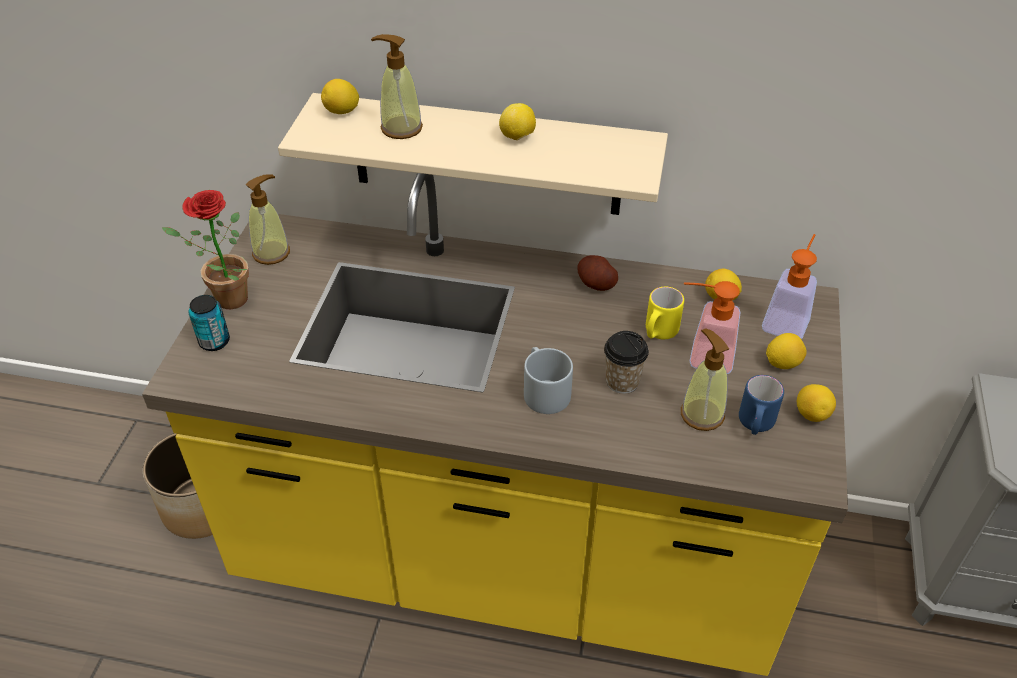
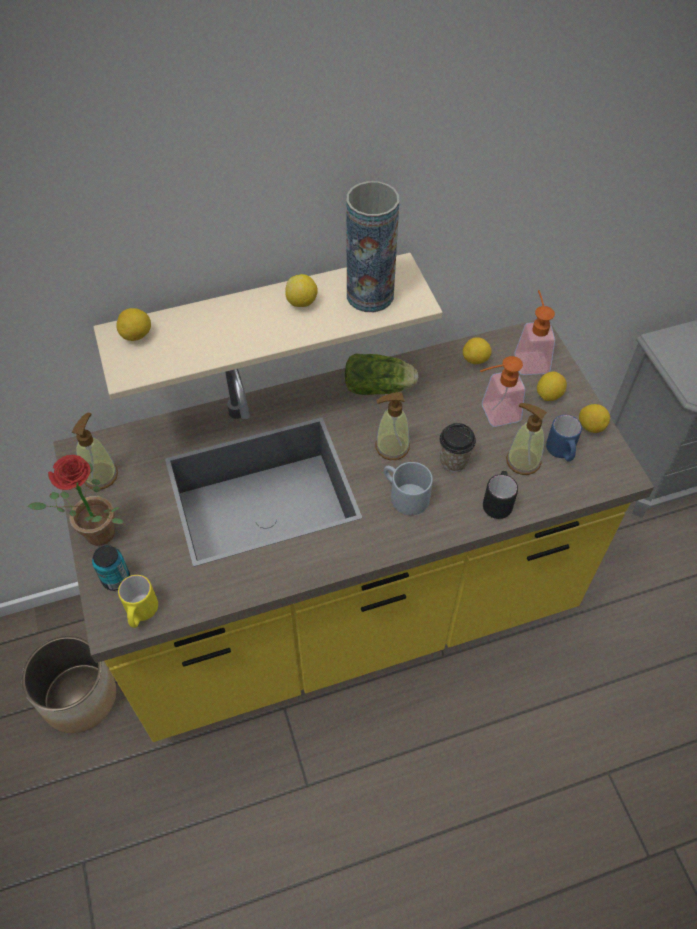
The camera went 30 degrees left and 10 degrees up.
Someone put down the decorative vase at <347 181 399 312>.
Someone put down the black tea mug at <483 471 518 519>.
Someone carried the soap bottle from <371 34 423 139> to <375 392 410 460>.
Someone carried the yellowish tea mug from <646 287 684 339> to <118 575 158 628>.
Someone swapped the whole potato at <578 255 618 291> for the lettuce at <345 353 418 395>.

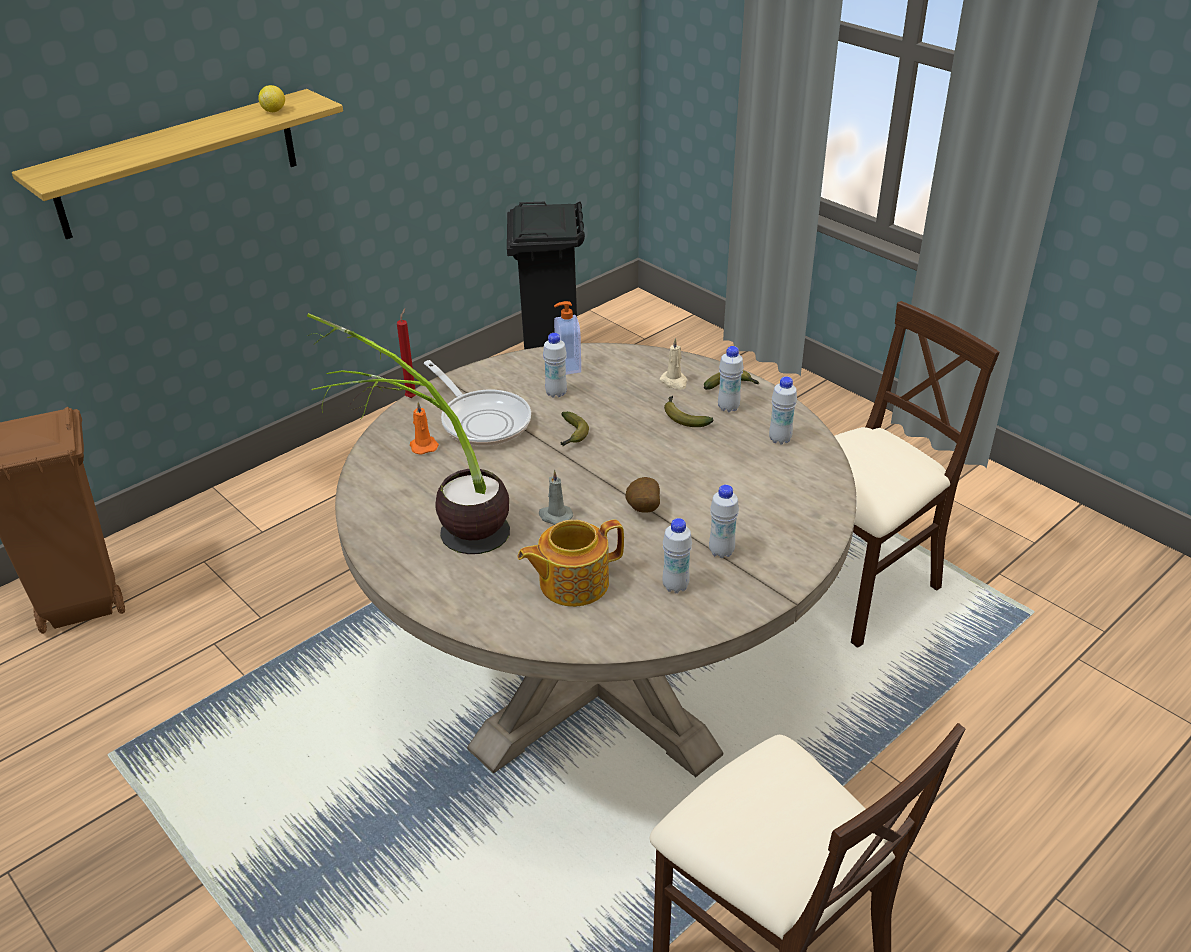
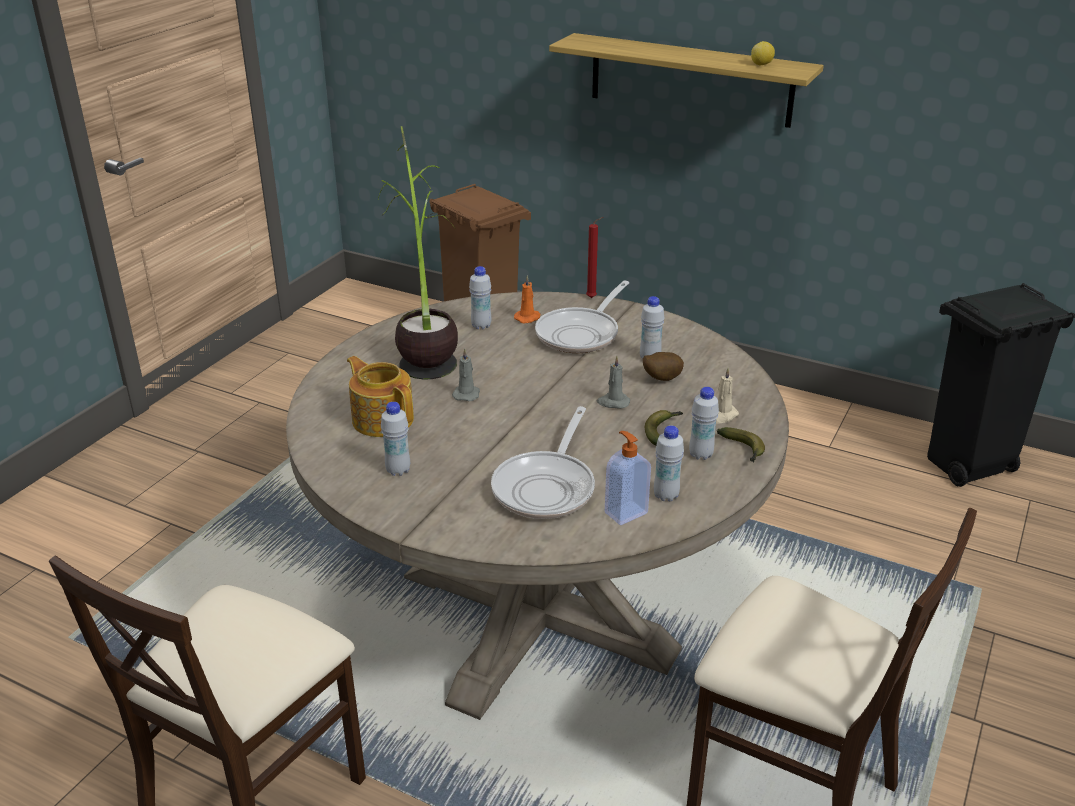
The camera went 70 degrees right and 5 degrees down.
Someone took away the banana at <561 412 589 446>.
Someone put down the pan at <491 406 595 519>.
Someone put down the greyish wax candle at <597 356 630 409>.
Someone carried the soap bottle from <554 301 581 375> to <605 431 651 525>.
Someone carried the whole potato from <625 477 660 513> to <643 352 684 381>.
Someone carried the whitish bottle from <709 485 739 558> to <469 266 491 330>.

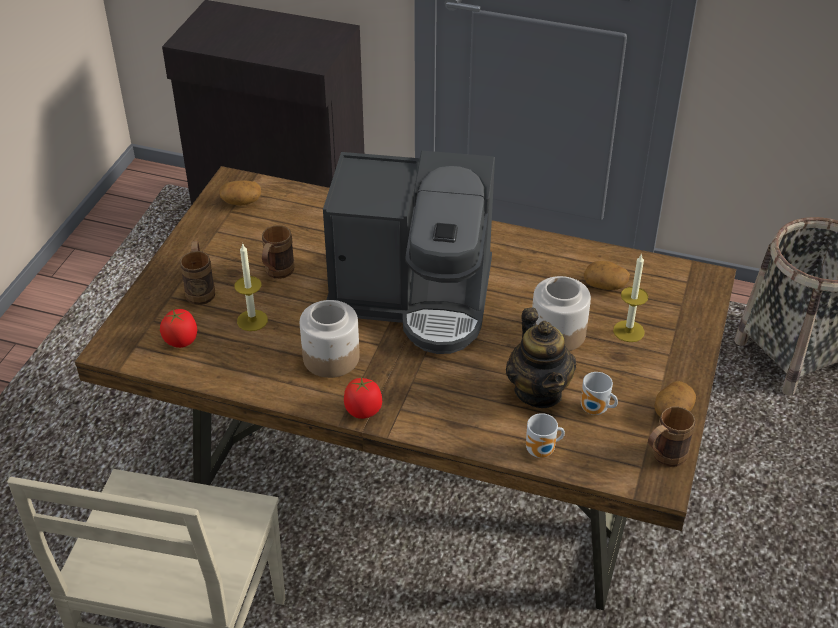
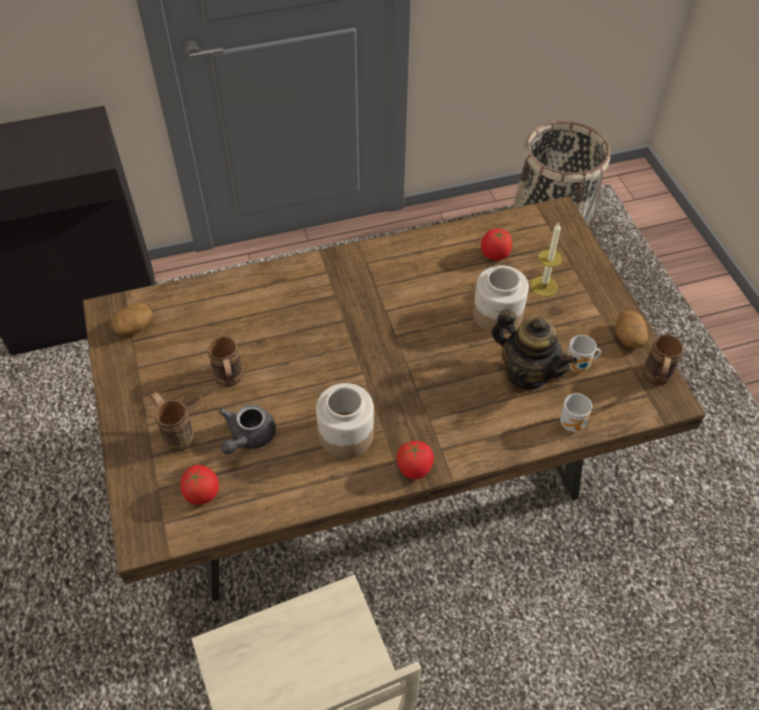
The camera went 35 degrees left and 10 degrees up.
Someone took away the coffee machine at <323 151 495 354>.
Someone swapped the wax candle at <235 243 268 331> for the greyish tea pot at <219 405 276 455>.
Someone swapped the whole potato at <584 261 630 290> for the fresh tomato at <481 229 512 260>.

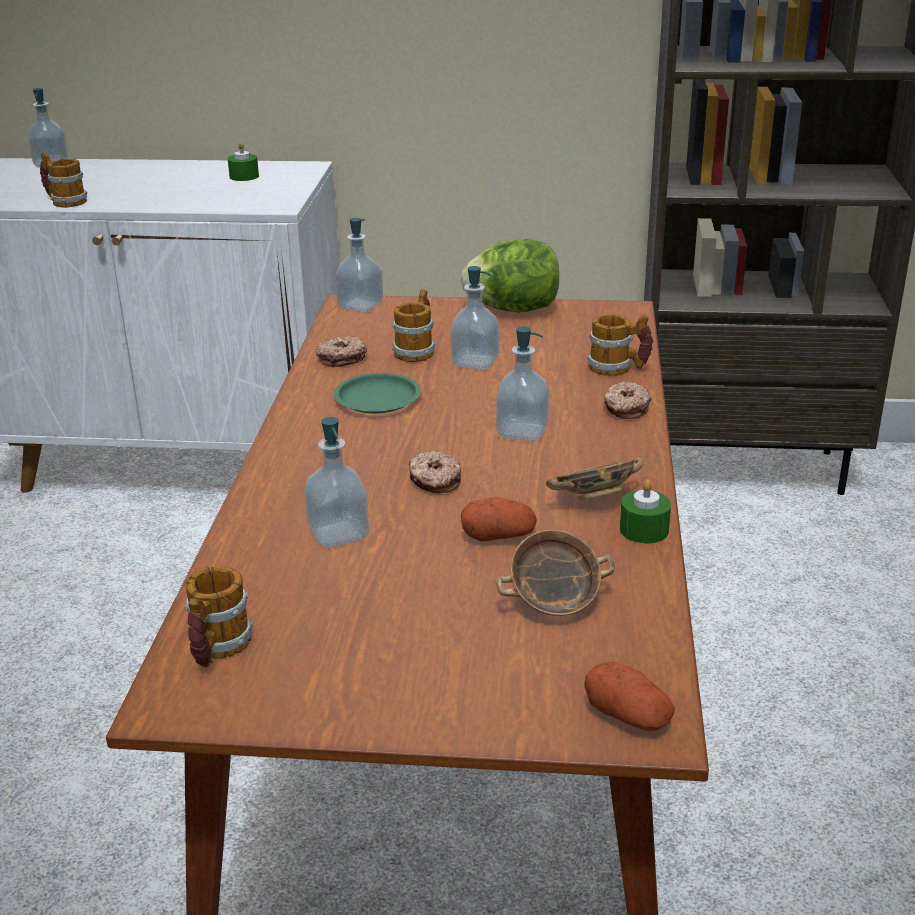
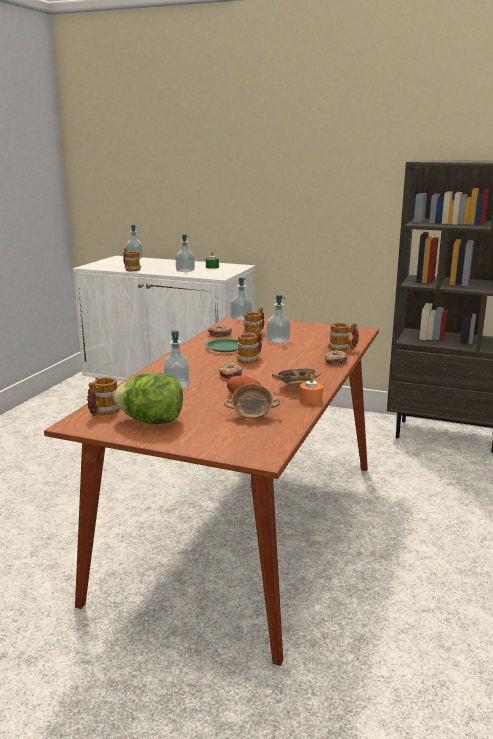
The camera went 15 degrees right and 10 degrees down.
Someone took away the whole potato at <584 662 675 731>.
Someone put down the tea mug at <237 328 262 364>.
Someone carried the lettuce from <461 239 559 313> to <113 373 183 424>.
Someone carried the soap bottle from <496 326 549 441> to <176 234 195 272>.
Someone repainted the greenish wax candle at <620 479 671 544>, which became the orangey wax candle at <300 374 323 404>.

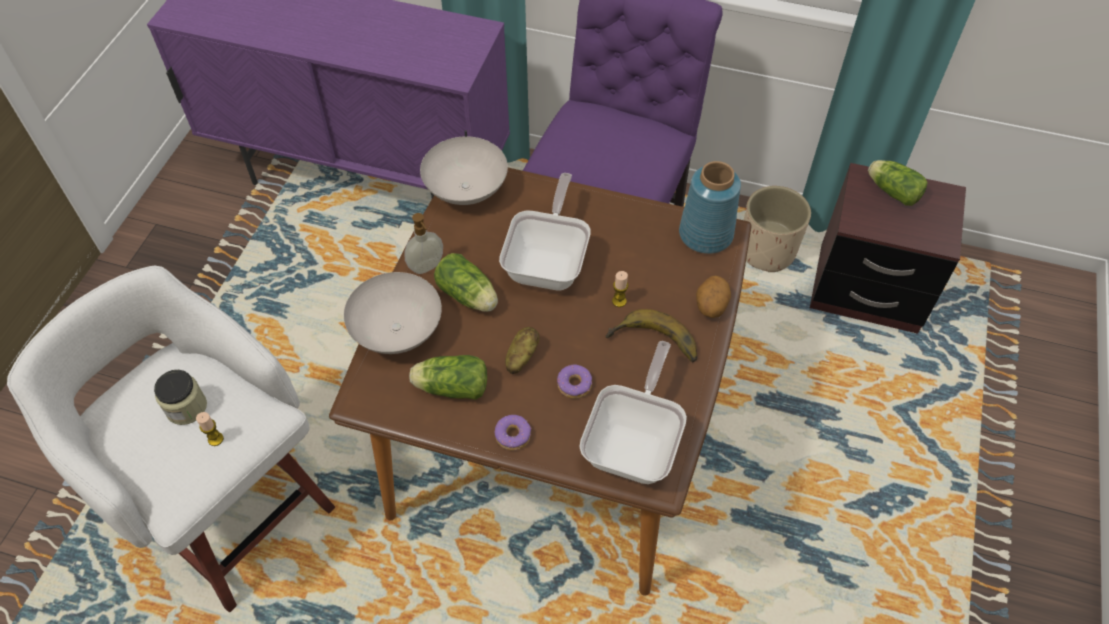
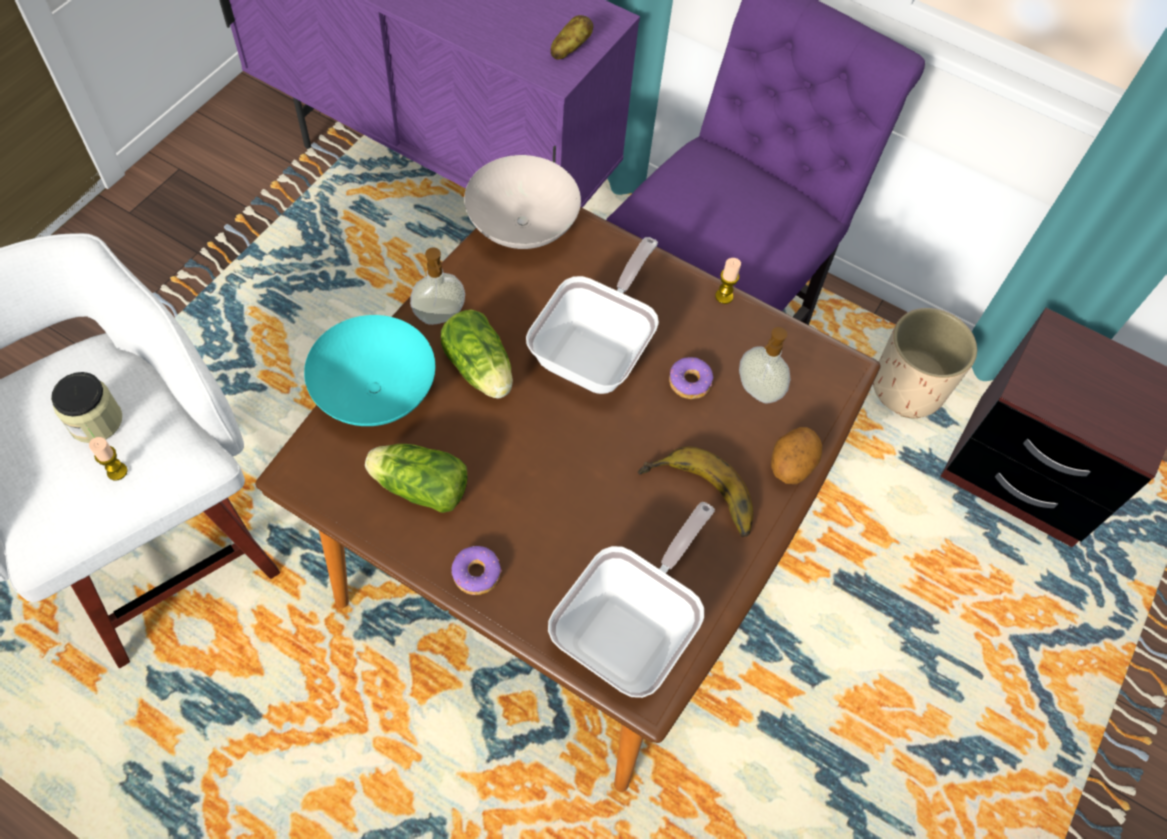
The camera went 10 degrees right and 5 degrees up.
Someone took away the blue decorative vase at <679 161 741 254>.
Someone took away the lettuce at <868 160 928 206>.
Someone put down the soap bottle at <739 327 791 404>.
Someone carried the whole potato from <505 327 540 374> to <551 15 594 59>.
Someone carried the ring doughnut from <557 364 592 399> to <669 357 713 399>.
Someone carried the wax candle from <612 271 628 307> to <715 258 741 304>.
Someone repainted the whitish deep dish at <344 272 442 354>, which became the turquoise deep dish at <304 315 435 426>.

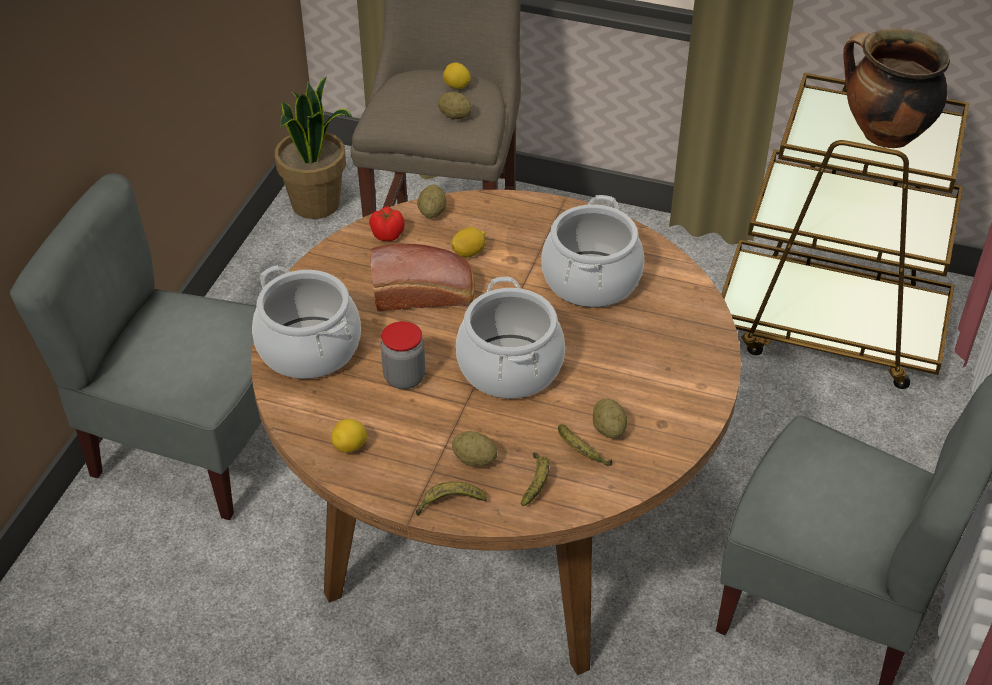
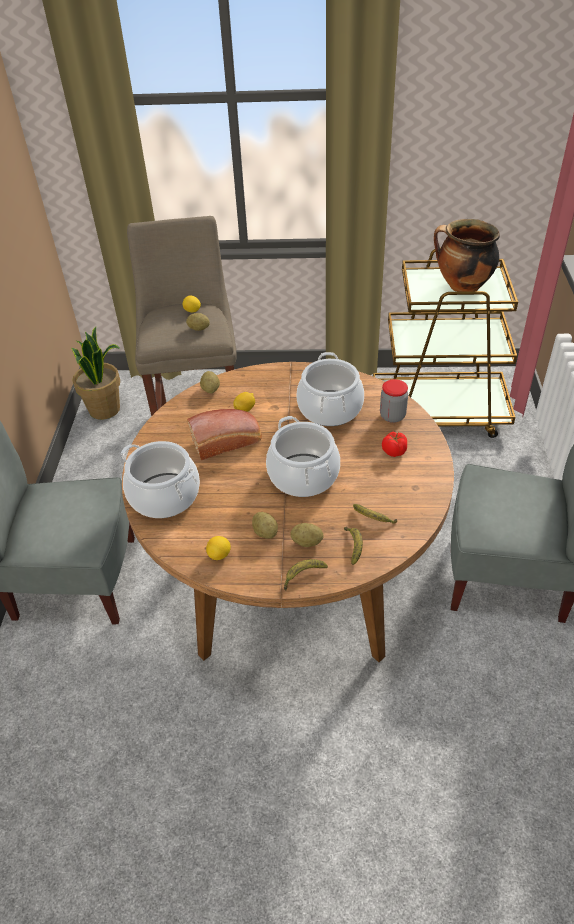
The camera went 15 degrees left and 0 degrees up.
Someone carried the fresh tomato from <369 206 405 241> to <382 431 407 457>.
Someone carried the storage jar from <381 321 425 389> to <380 379 408 423>.
Someone carried the whole potato from <593 398 628 439> to <252 512 278 539>.

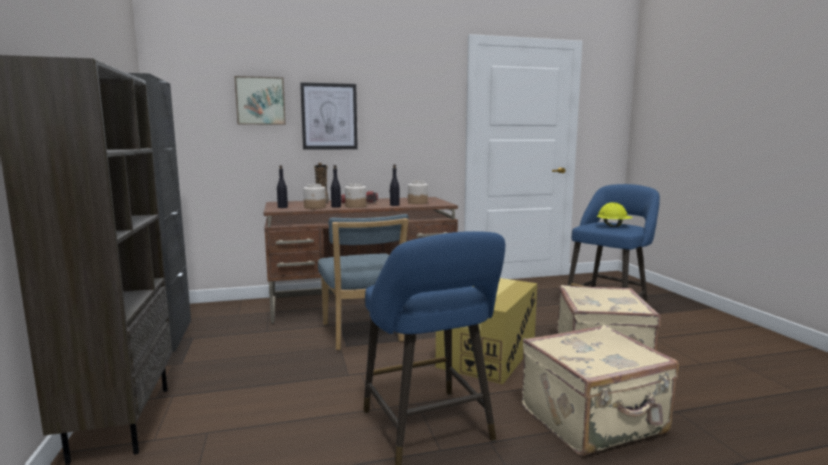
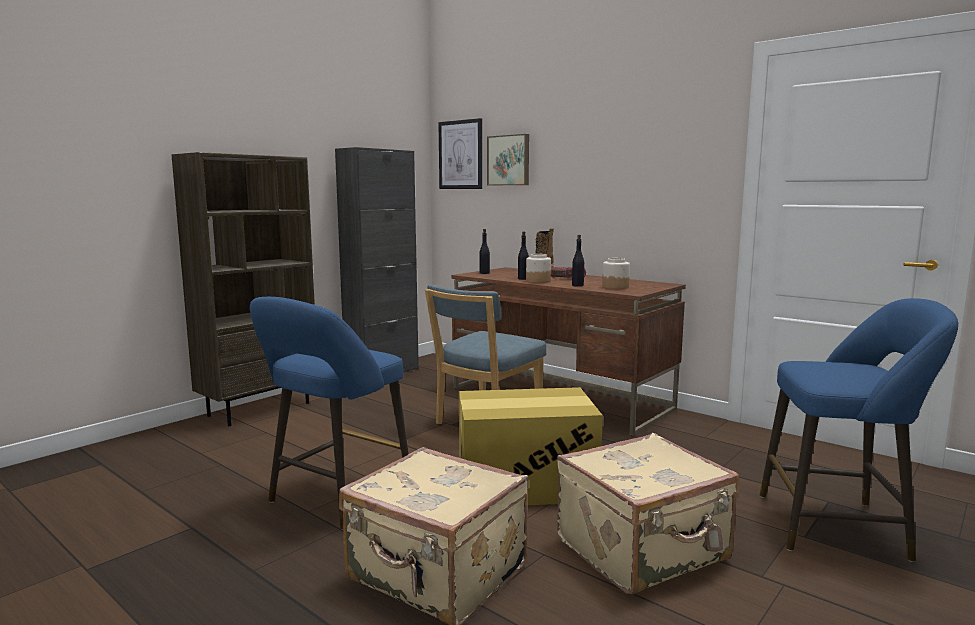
The camera went 55 degrees right and 0 degrees up.
Someone took away the storage jar at <303 184 326 209>.
Someone took away the yellowish work helmet at <597 202 633 227>.
Someone carried the wall picture from <300 82 358 150> to <439 118 482 189>.

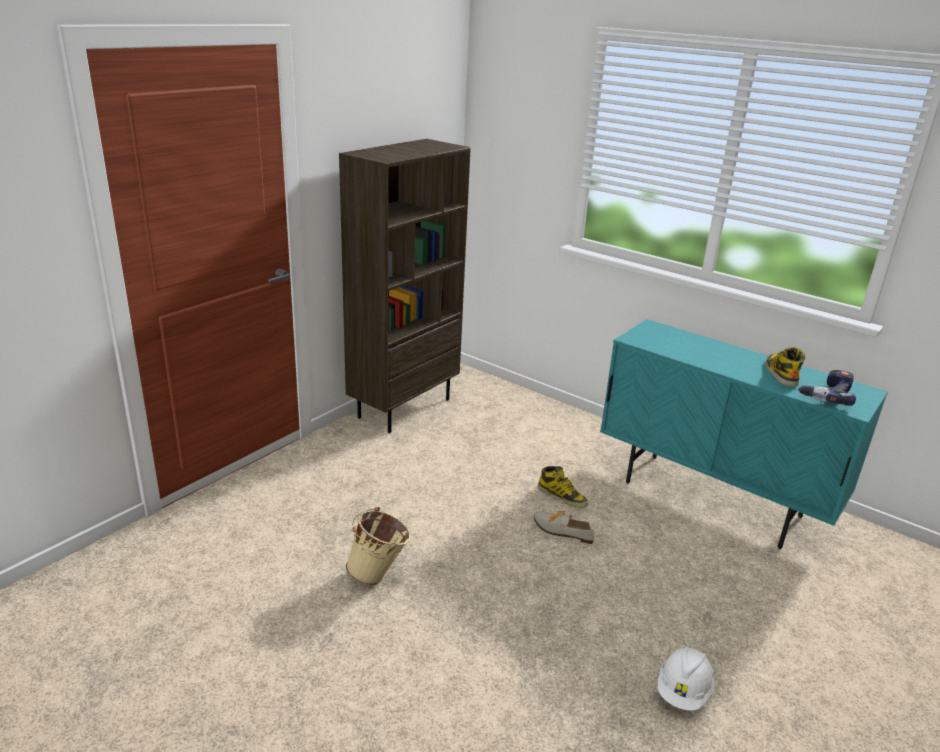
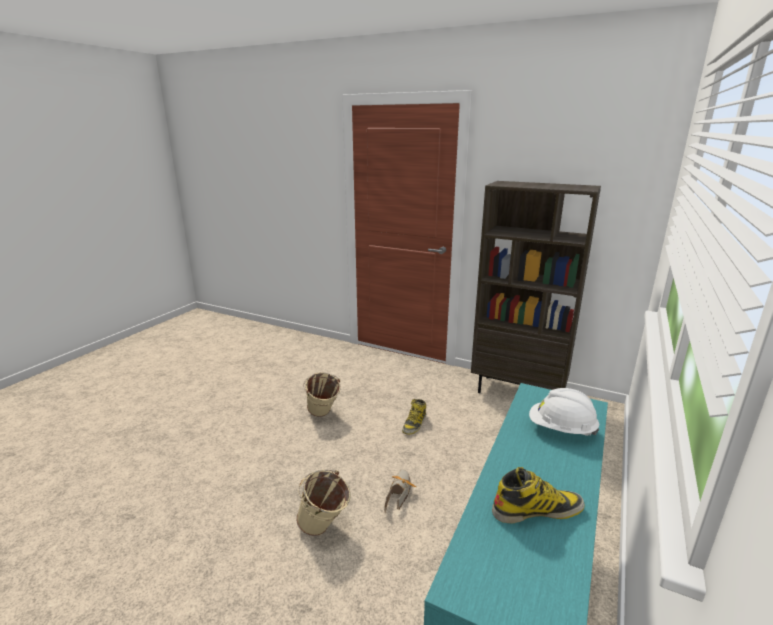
The camera went 80 degrees right and 5 degrees down.
Someone took away the drill at <798 370 856 406>.
Someone put down the sand-coloured bucket at <296 470 351 536>.
Someone carried the boot from <537 466 588 508> to <402 399 426 435>.
Someone carried the whitish work helmet from <658 646 714 711> to <529 388 599 436>.

